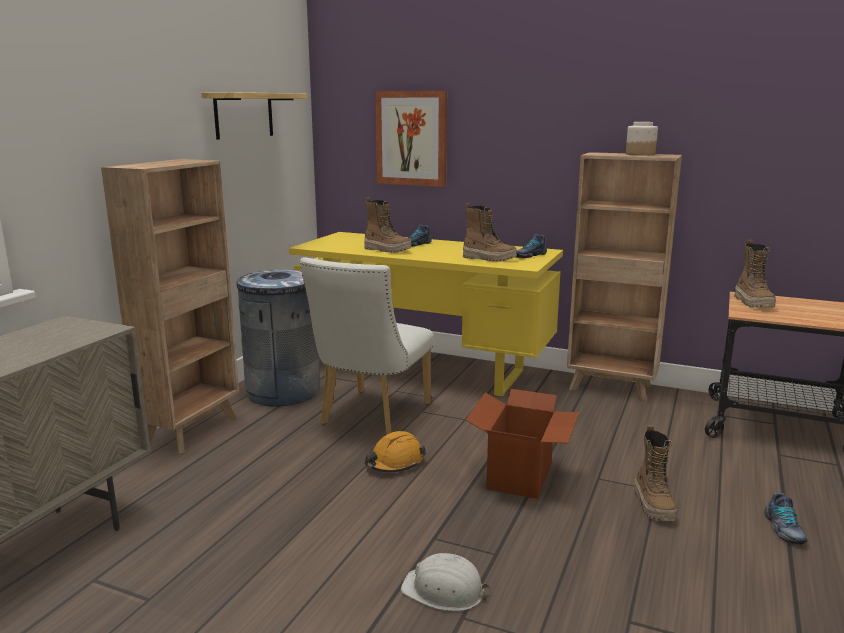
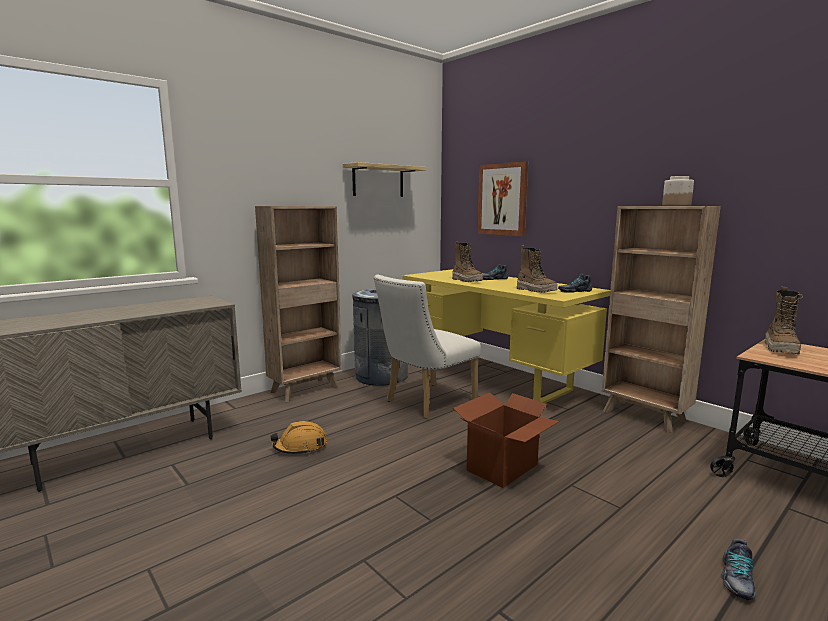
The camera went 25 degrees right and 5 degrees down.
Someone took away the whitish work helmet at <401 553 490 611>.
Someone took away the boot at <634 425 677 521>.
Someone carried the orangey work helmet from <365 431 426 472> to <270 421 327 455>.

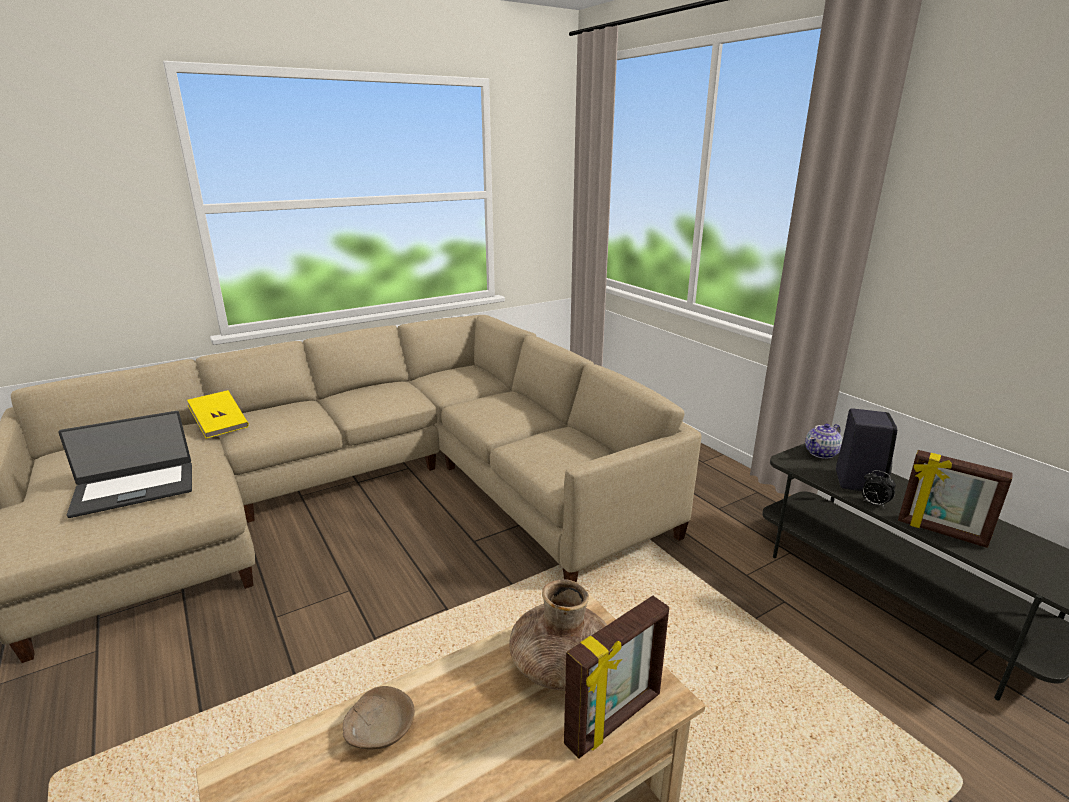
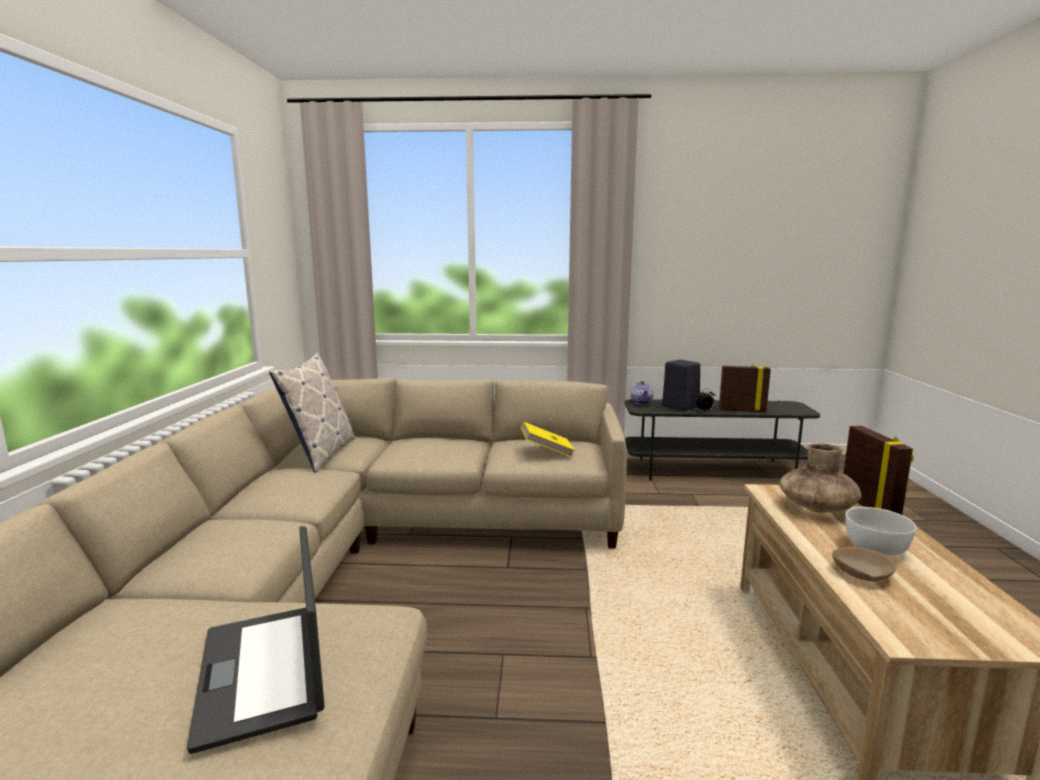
The camera went 55 degrees left and 10 degrees down.
Someone put down the pillow at <269 353 355 473>.
Someone put down the whitish deep dish at <845 507 917 556>.
Someone carried the yellowish book from <187 390 249 439> to <521 422 575 457>.
Someone rotated the notebook computer at <58 411 192 518> by 150 degrees clockwise.
Someone rotated the standing frame at <898 450 1013 548> by 150 degrees counterclockwise.

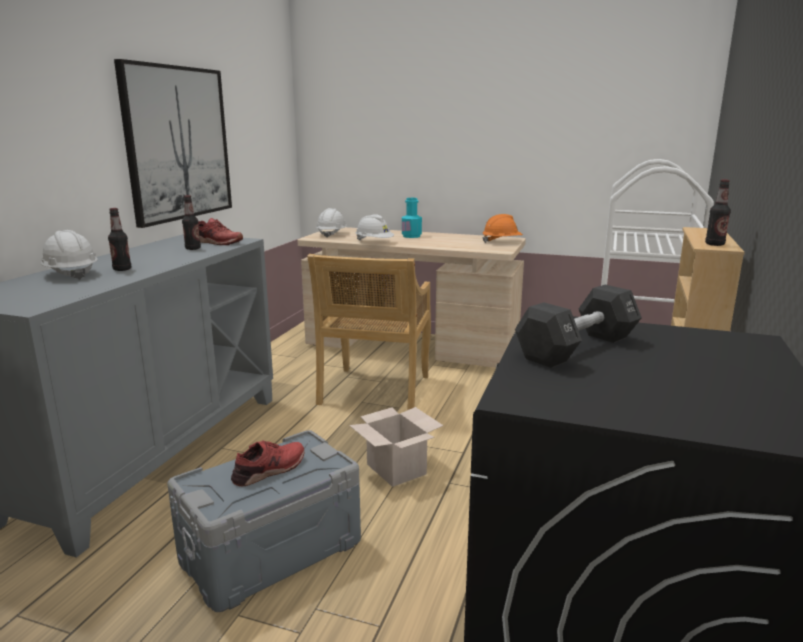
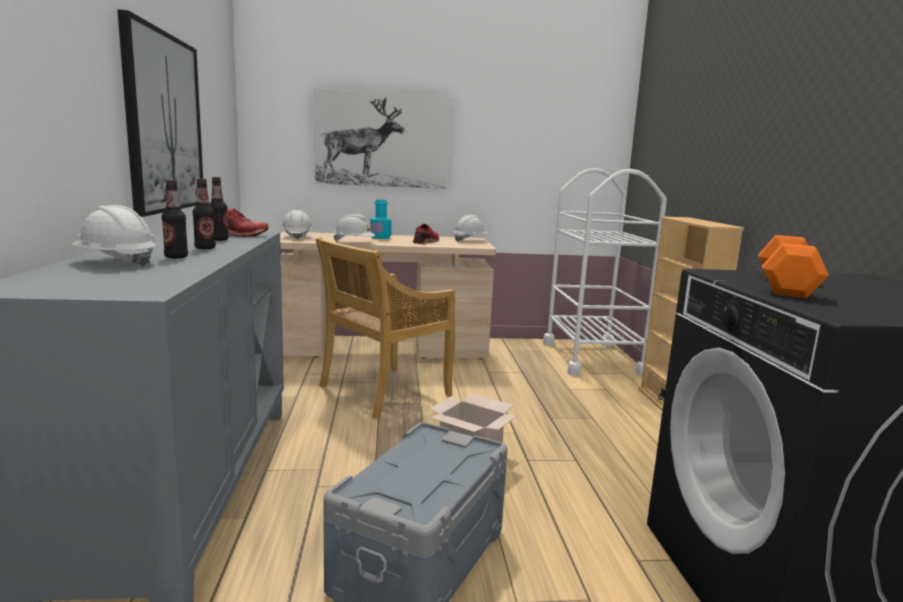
The camera went 25 degrees left and 5 degrees down.
Someone put up the wall picture at <314 88 451 189>.
Someone carried the reddish item of footwear from <231 440 304 486> to <413 224 439 244>.
Someone carried the bottle from <705 180 731 246> to <192 179 216 249>.
Someone repainted the orangey work helmet at <482 214 523 243>, which became the whitish work helmet at <453 215 489 242>.
Someone repainted the black dumbbell at <515 285 642 368>, which became the orangey dumbbell at <758 235 829 298>.
Someone rotated the sand-coloured chair at <307 254 431 410> by 60 degrees clockwise.

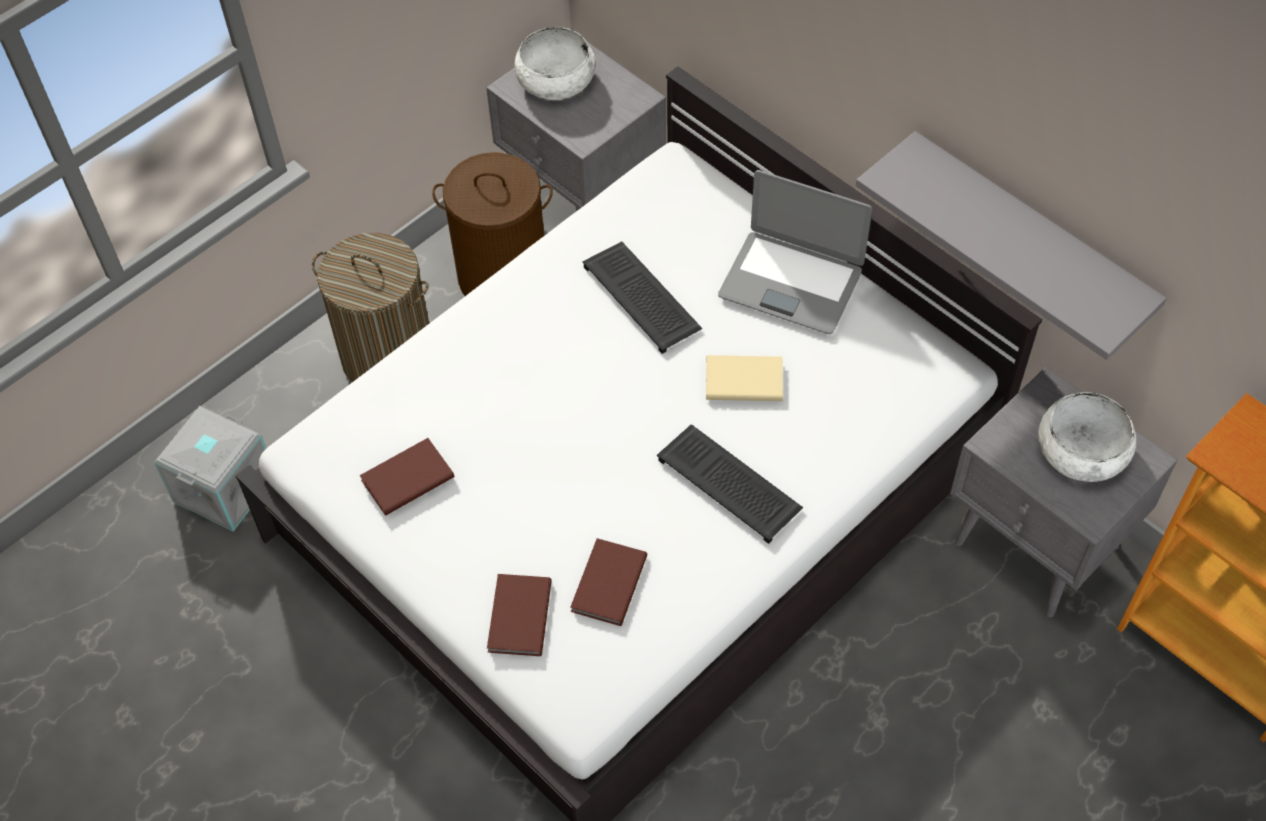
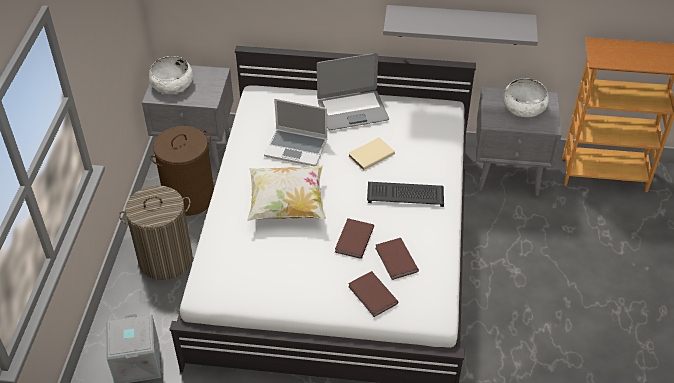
The camera went 40 degrees left and 10 degrees down.
Someone put down the pillow at <247 165 326 221>.
Someone carried the brownish book from <360 438 455 516> to <335 218 374 259>.
Someone swapped the PC keyboard at <583 242 702 354> for the notebook computer at <264 98 328 166>.

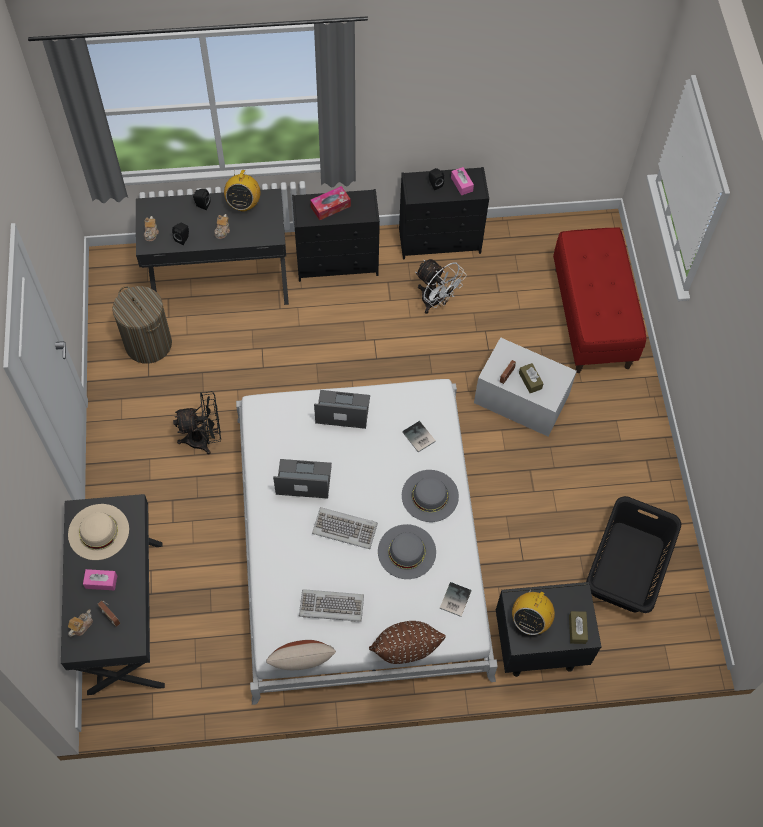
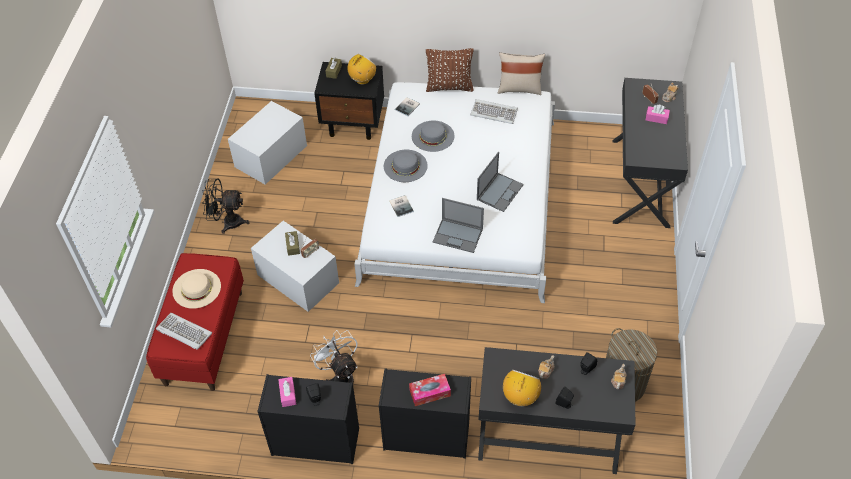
The camera went 165 degrees left and 10 degrees down.
Someone carried the sand-coloured wearable hat from <68 504 129 560> to <172 269 221 309>.
Someone carried the black cooling fan from <173 391 221 454> to <202 178 250 234>.
Someone carried the PC keyboard from <312 507 378 549> to <156 313 212 350>.
Someone swapped the black laundry basket at <586 496 681 613> for the whitish storage container at <228 101 307 185>.
Someone rotated the notebook computer at <273 459 332 499> by 75 degrees counterclockwise.

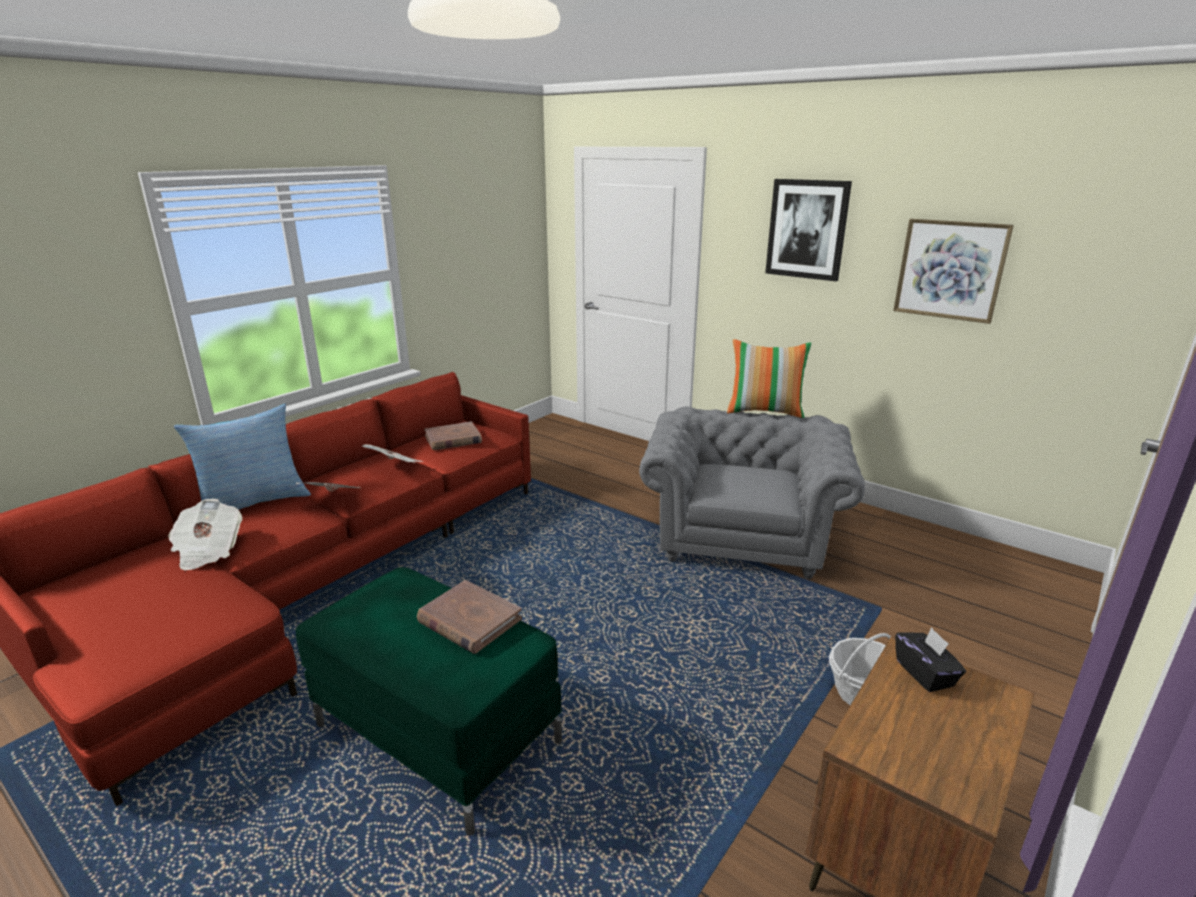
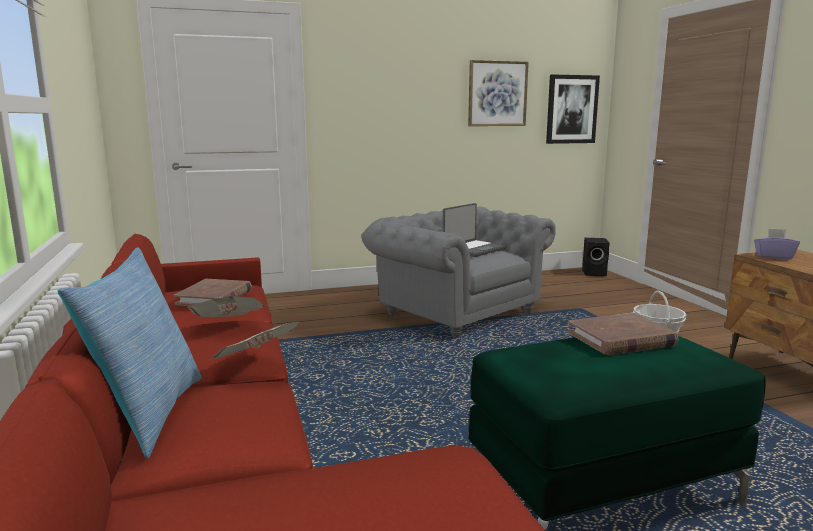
The camera went 55 degrees left and 10 degrees down.
Someone took away the printed paper at <168 499 242 571>.
Someone took away the pillow at <727 339 811 418>.
Someone put down the notebook computer at <443 203 507 257>.
Someone put down the black speaker at <582 238 609 276>.
Someone carried the wall picture from <765 179 852 281> to <546 74 600 144>.
Someone repainted the black tissue box at <895 627 966 692>, which became the purplish tissue box at <754 228 800 259>.

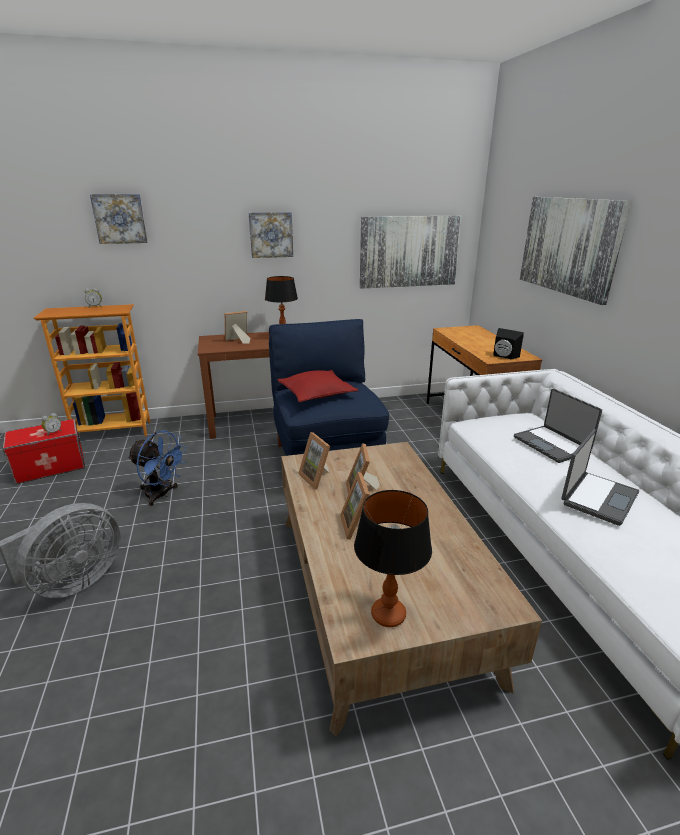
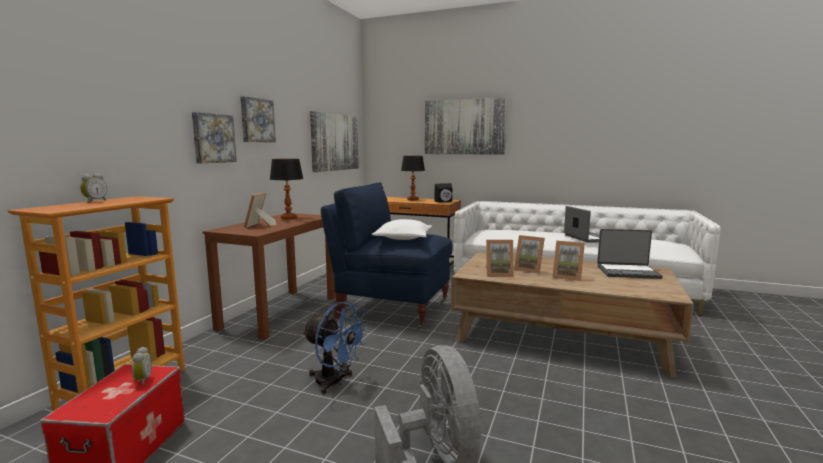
The camera went 55 degrees left and 15 degrees down.
Someone carried the wall picture from <90 194 148 244> to <192 112 237 163>.
Someone carried the table lamp from <354 490 432 627> to <401 156 425 200>.
Someone carried the notebook computer from <514 388 602 463> to <597 229 663 279>.
Someone repainted the reddish pillow at <277 370 358 402>, which became the whitish pillow at <372 219 432 240>.
Someone rotated the blue cooling fan at <127 430 187 506> by 60 degrees clockwise.

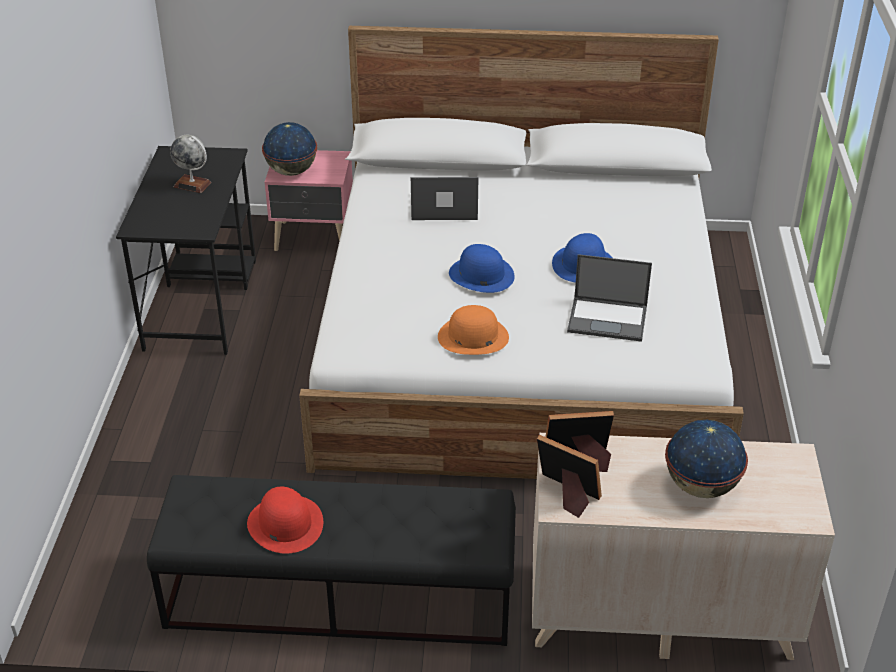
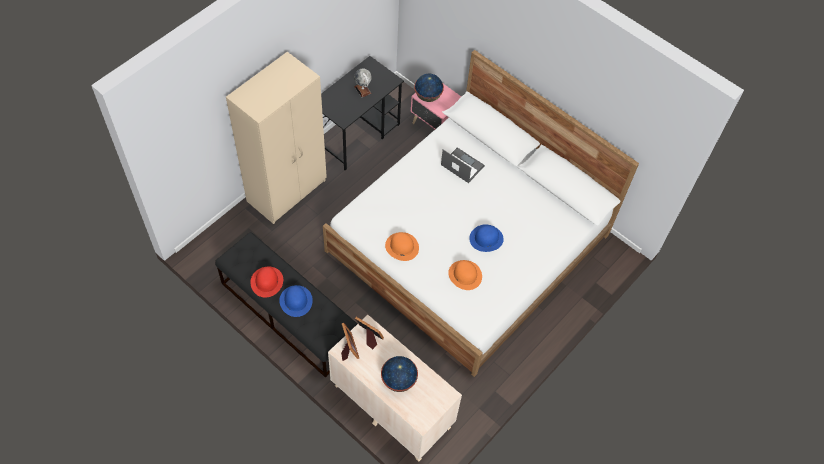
The camera went 35 degrees right and 20 degrees up.
Someone put down the sand-coloured wardrobe at <226 52 327 224>.
Someone carried the blue wearable hat from <449 244 515 293> to <279 285 313 317>.
Someone swapped the notebook computer at <567 254 652 342> for the orangey wearable hat at <448 260 482 290>.

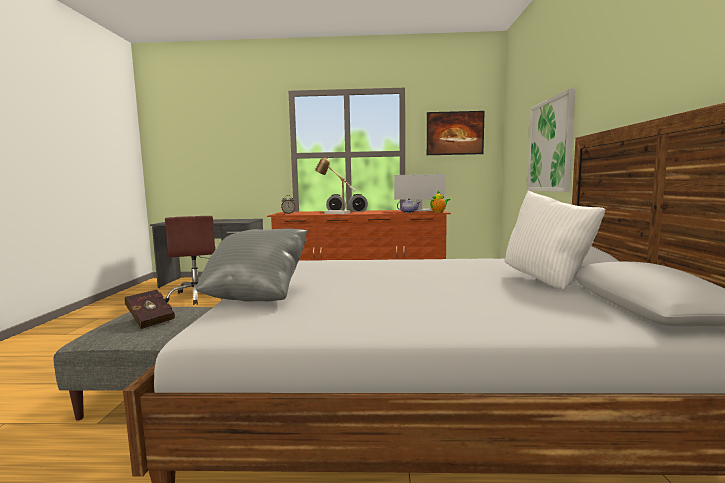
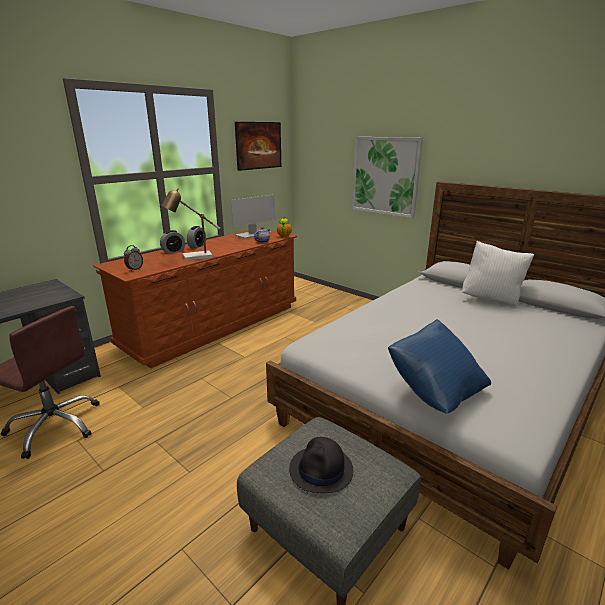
The camera went 50 degrees left and 15 degrees up.
Someone swapped the reddish book at <125 290 175 329> for the black wearable hat at <289 437 353 493>.
Someone repainted the greyish pillow at <196 229 308 301>, which became the blue pillow at <388 319 491 414>.

